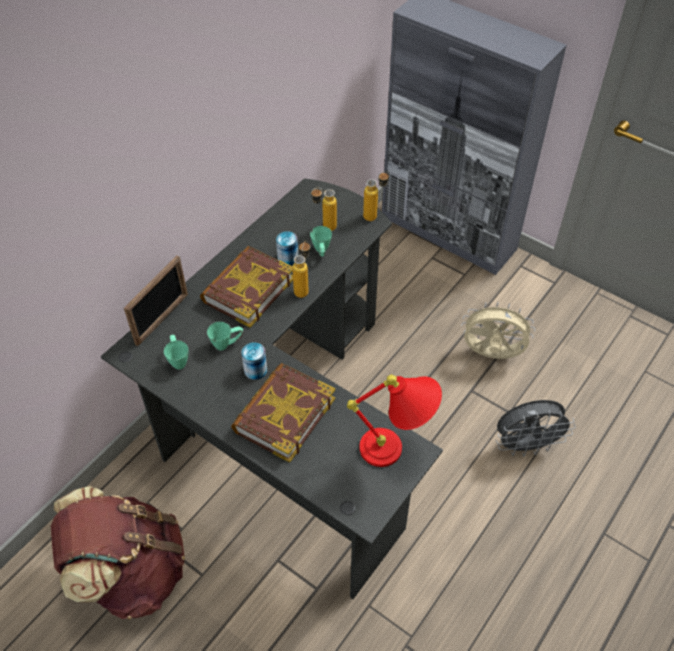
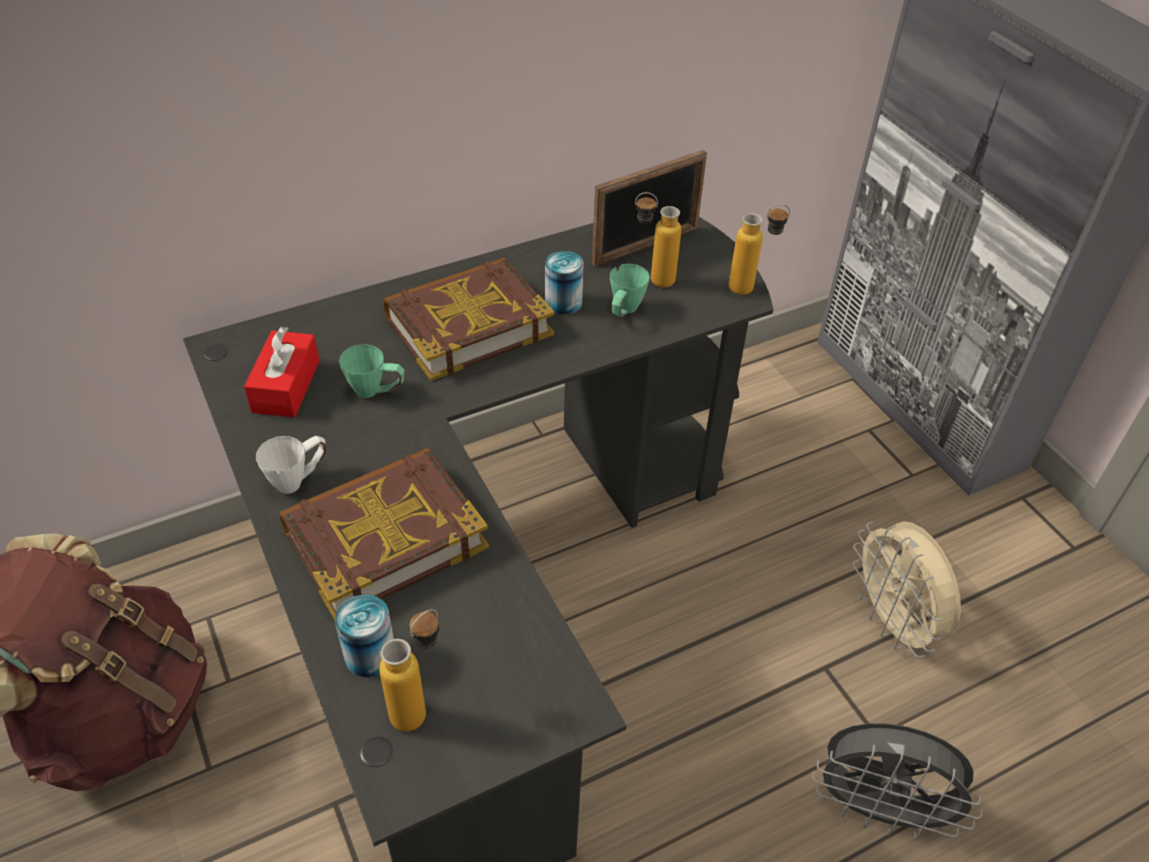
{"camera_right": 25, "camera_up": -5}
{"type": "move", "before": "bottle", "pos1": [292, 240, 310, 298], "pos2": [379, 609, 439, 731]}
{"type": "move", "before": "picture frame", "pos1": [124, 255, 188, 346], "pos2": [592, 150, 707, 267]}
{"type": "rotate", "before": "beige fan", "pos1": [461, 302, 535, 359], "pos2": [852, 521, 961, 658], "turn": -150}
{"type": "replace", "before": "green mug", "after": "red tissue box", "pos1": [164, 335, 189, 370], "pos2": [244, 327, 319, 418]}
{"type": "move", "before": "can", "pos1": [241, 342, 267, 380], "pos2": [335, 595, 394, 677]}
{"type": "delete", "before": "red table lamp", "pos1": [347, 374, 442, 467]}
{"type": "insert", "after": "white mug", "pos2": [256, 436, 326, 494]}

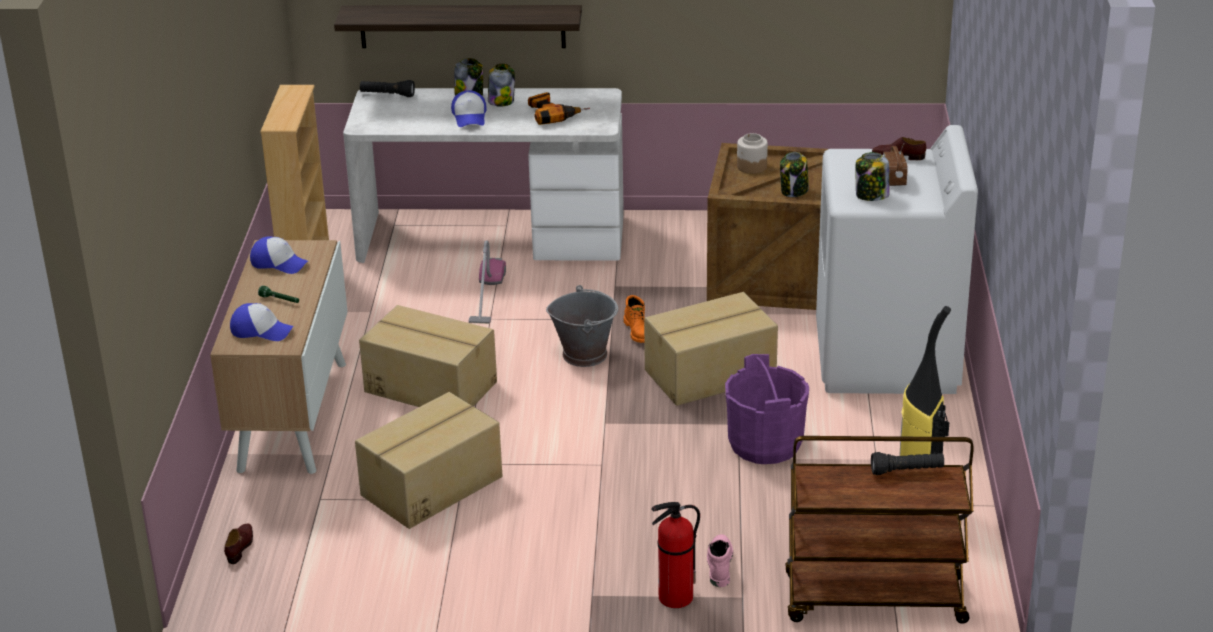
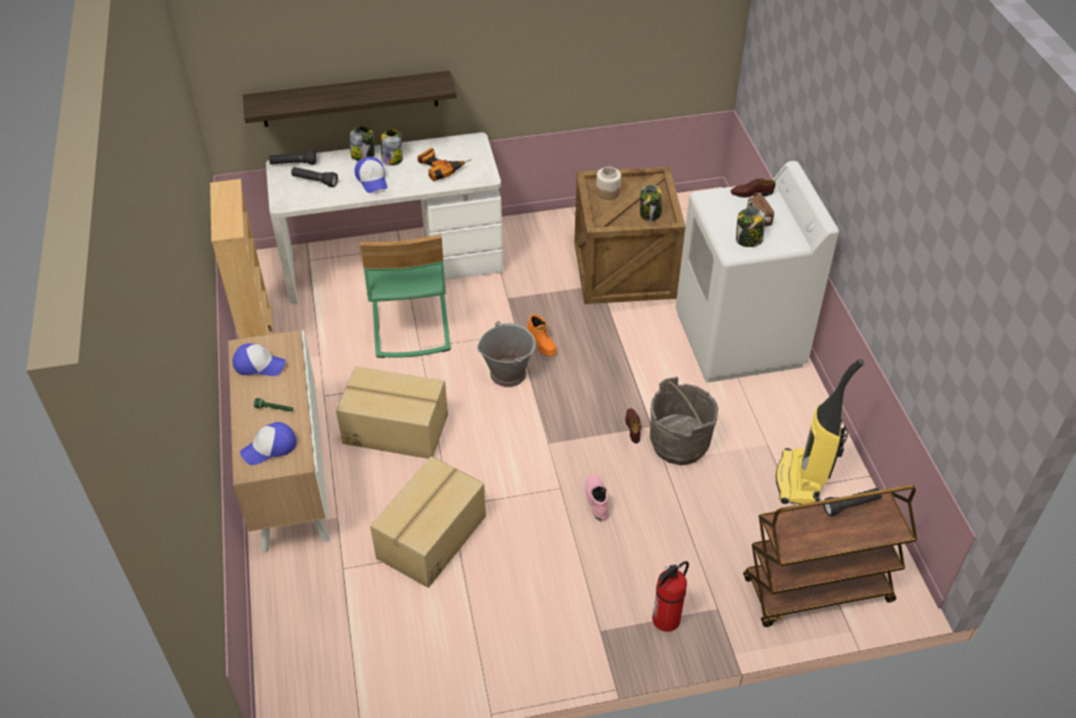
{"camera_right": -15, "camera_up": 15}
{"type": "replace", "before": "vacuum cleaner", "after": "green chair", "pos1": [469, 240, 506, 324], "pos2": [360, 235, 451, 358]}
{"type": "delete", "before": "cardboard box", "pos1": [644, 292, 778, 406]}
{"type": "rotate", "before": "cap", "pos1": [230, 303, 293, 341], "pos2": [240, 422, 297, 465], "turn": 150}
{"type": "recolor", "before": "purple bucket", "after": "grey bucket", "pos1": [725, 354, 809, 464], "pos2": [650, 377, 718, 465]}
{"type": "move", "before": "brown shoe", "pos1": [224, 524, 253, 564], "pos2": [625, 408, 642, 443]}
{"type": "move", "before": "pink boot", "pos1": [707, 534, 733, 587], "pos2": [585, 474, 609, 521]}
{"type": "insert", "after": "black flashlight", "pos2": [291, 167, 338, 187]}

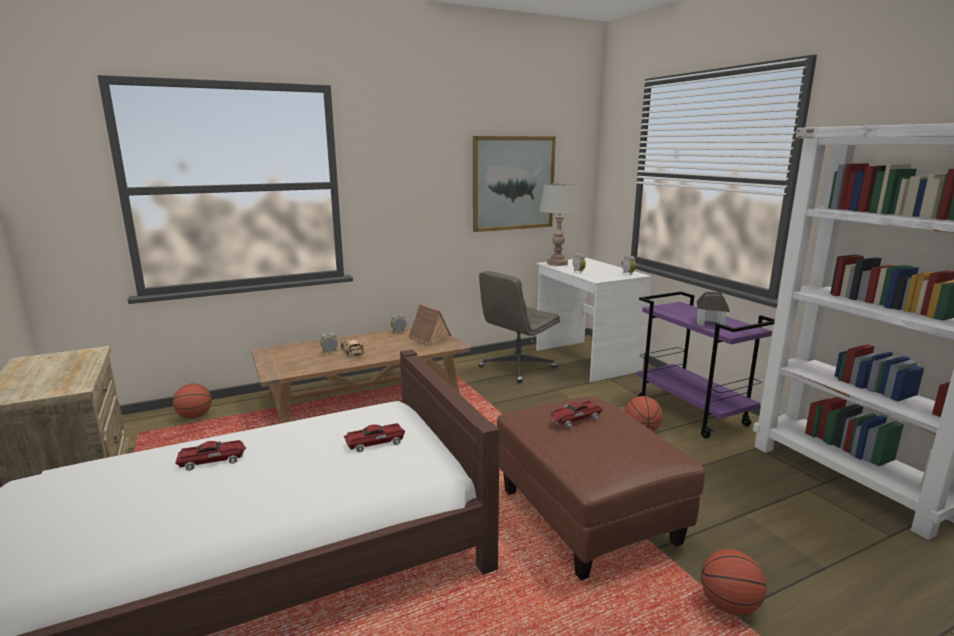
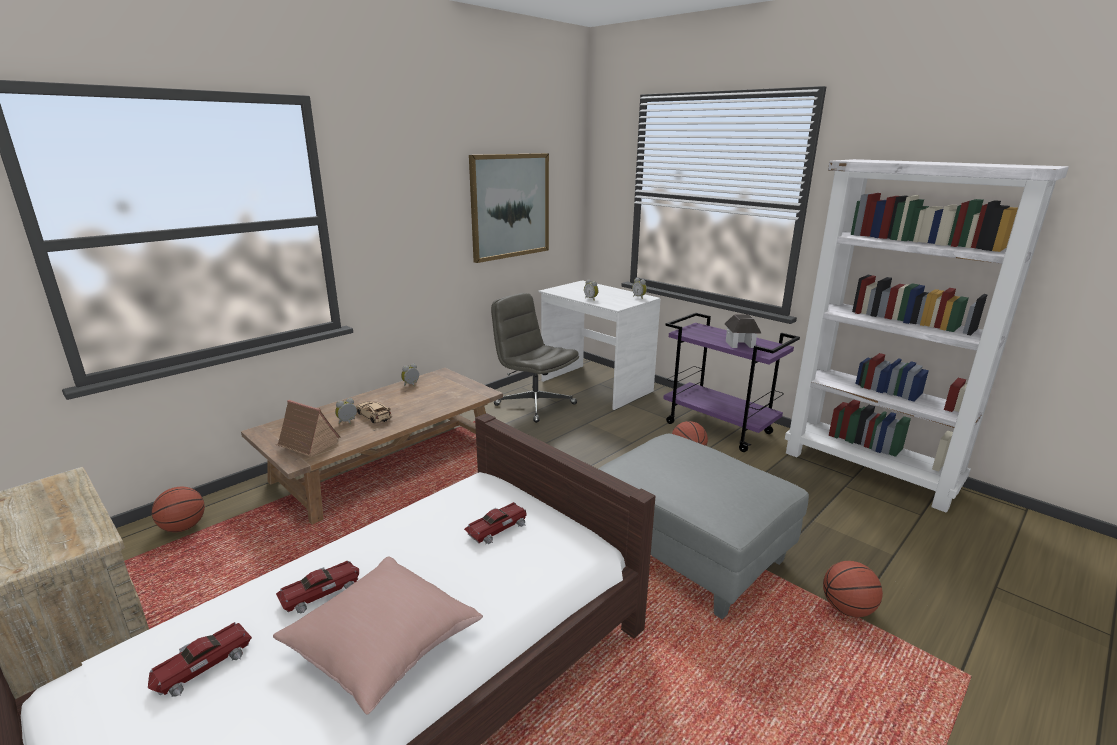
{"camera_right": -20, "camera_up": 5}
{"type": "delete", "before": "grey table lamp", "pos1": [539, 183, 580, 266]}
{"type": "rotate", "before": "grey office chair", "pos1": [479, 271, 560, 383], "pos2": [491, 293, 579, 423], "turn": 105}
{"type": "move", "before": "toy house", "pos1": [408, 304, 451, 345], "pos2": [276, 400, 340, 457]}
{"type": "recolor", "before": "brown ottoman", "after": "grey ottoman", "pos1": [497, 396, 705, 580], "pos2": [599, 434, 809, 620]}
{"type": "move", "before": "toy car", "pos1": [551, 400, 603, 428], "pos2": [148, 622, 252, 697]}
{"type": "insert", "after": "pink pillow", "pos2": [273, 556, 483, 715]}

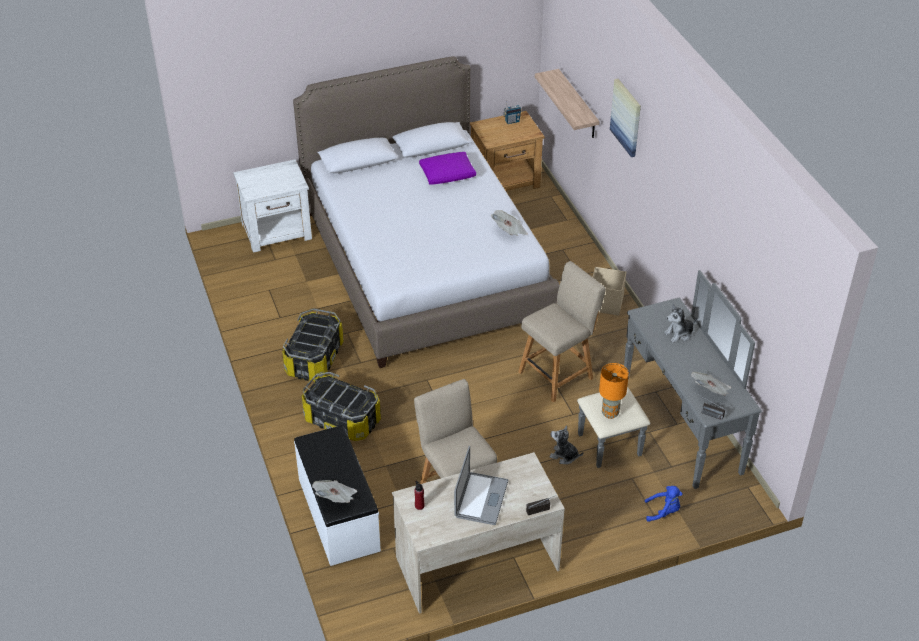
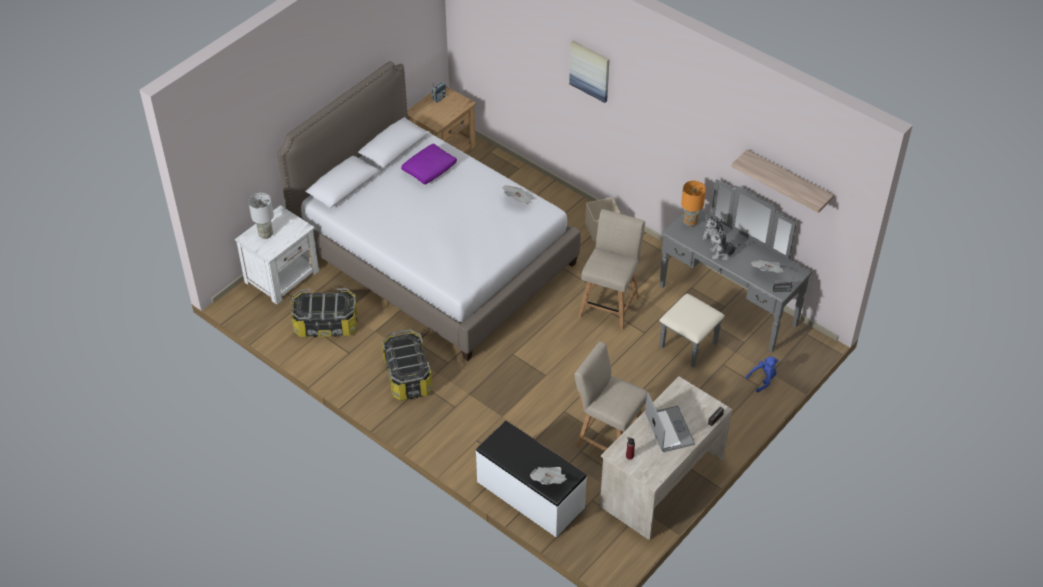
{"camera_right": -30, "camera_up": 5}
{"type": "move", "before": "shelf", "pos1": [535, 69, 600, 138], "pos2": [731, 149, 834, 213]}
{"type": "move", "before": "orange table lamp", "pos1": [599, 363, 629, 419], "pos2": [681, 180, 706, 227]}
{"type": "move", "before": "storage box", "pos1": [302, 372, 381, 441], "pos2": [291, 288, 357, 337]}
{"type": "move", "before": "plush toy", "pos1": [549, 425, 583, 464], "pos2": [710, 228, 740, 261]}
{"type": "insert", "after": "grey table lamp", "pos2": [248, 193, 274, 239]}

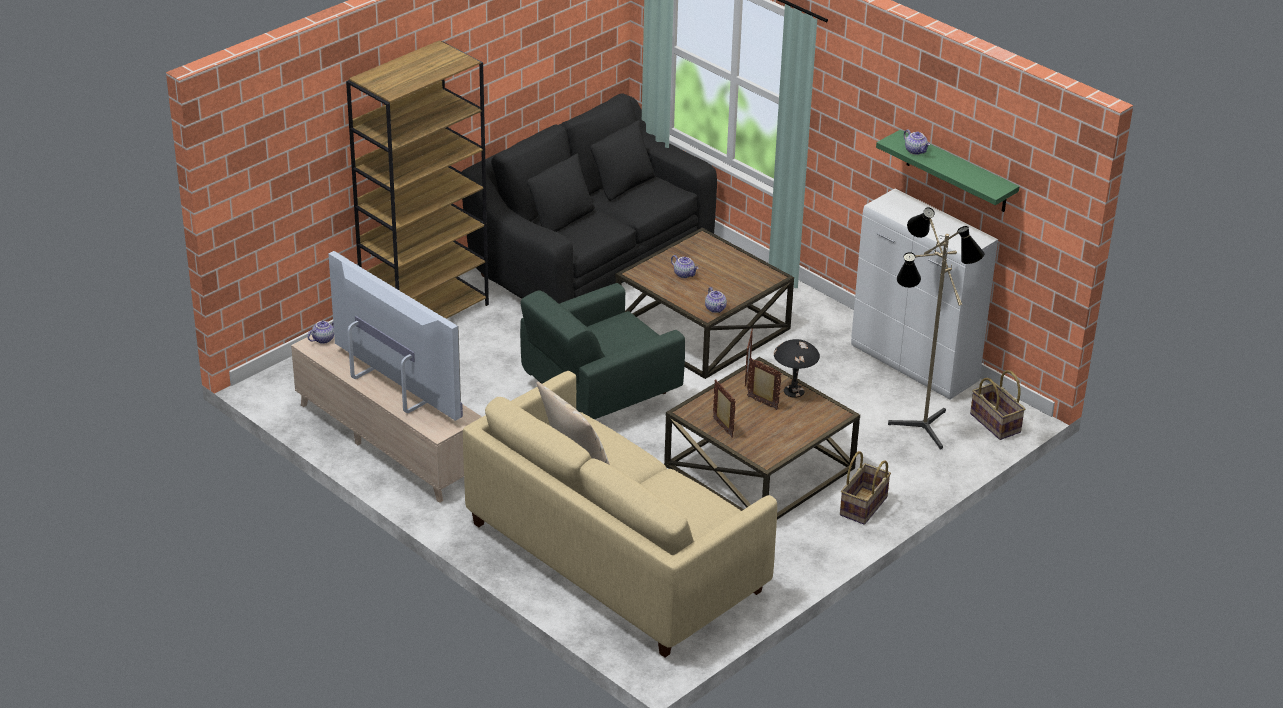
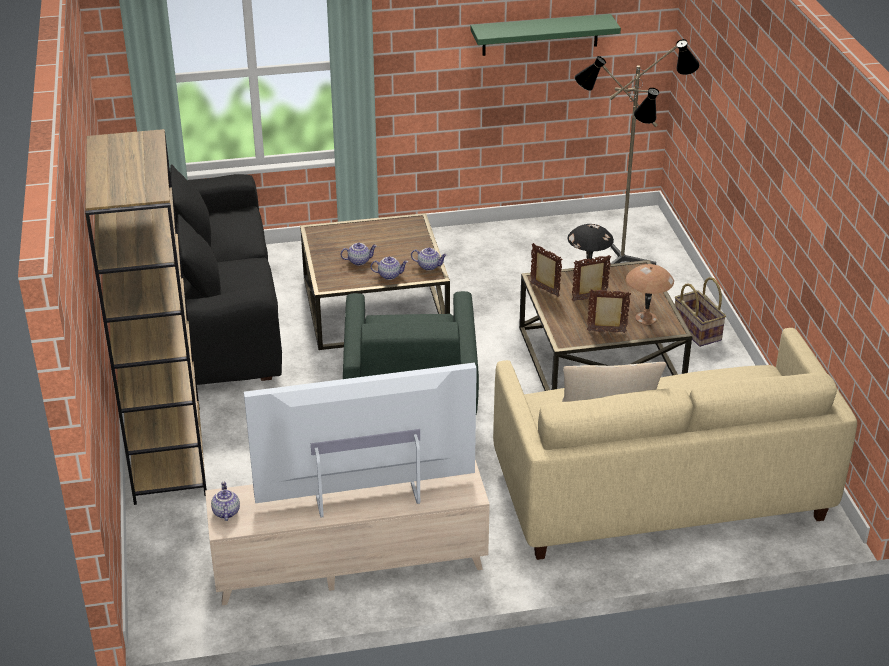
{"camera_right": -55, "camera_up": 0}
{"type": "move", "before": "teapot", "pos1": [904, 129, 930, 155], "pos2": [371, 257, 408, 280]}
{"type": "delete", "before": "white cabinet", "pos1": [851, 188, 998, 399]}
{"type": "delete", "before": "basket", "pos1": [970, 370, 1025, 440]}
{"type": "insert", "after": "brown table lamp", "pos2": [626, 264, 674, 325]}

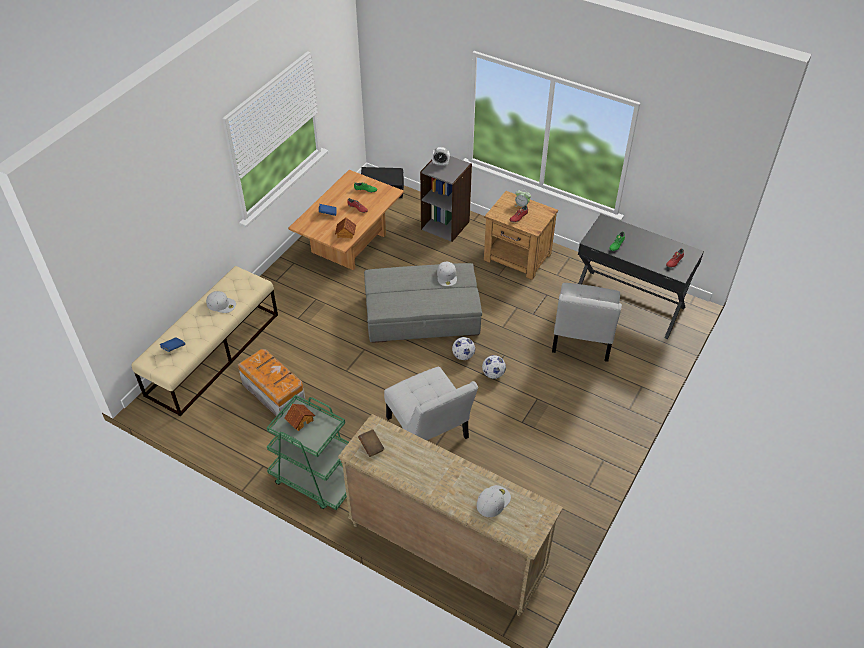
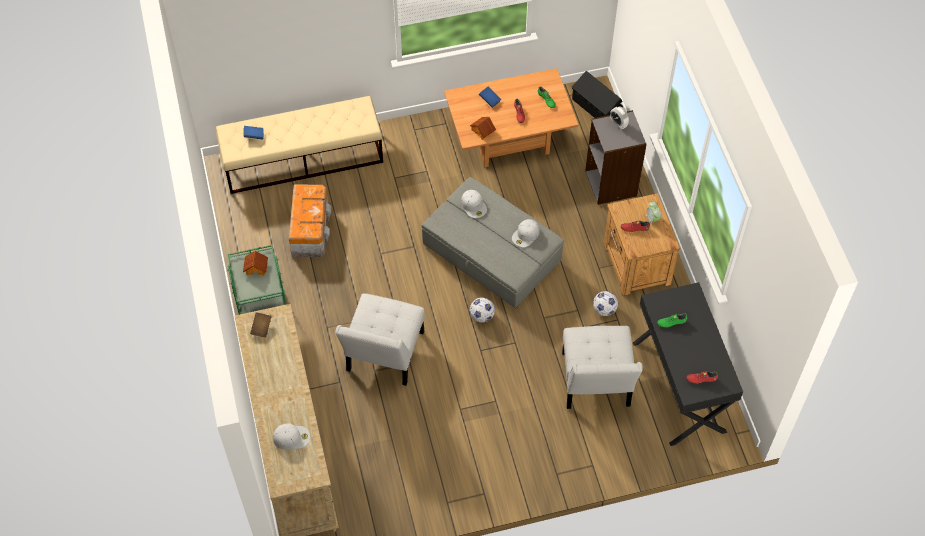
{"camera_right": 45, "camera_up": 10}
{"type": "rotate", "before": "white chair", "pos1": [552, 283, 622, 362], "pos2": [562, 326, 643, 409], "turn": -60}
{"type": "move", "before": "white cap", "pos1": [206, 291, 236, 313], "pos2": [461, 190, 487, 218]}
{"type": "move", "before": "football", "pos1": [482, 355, 506, 379], "pos2": [593, 291, 618, 316]}

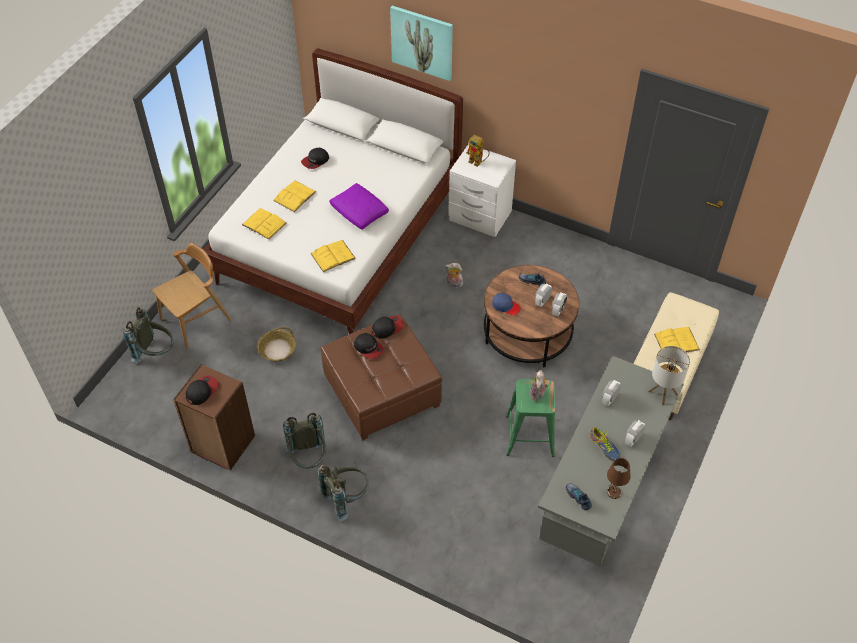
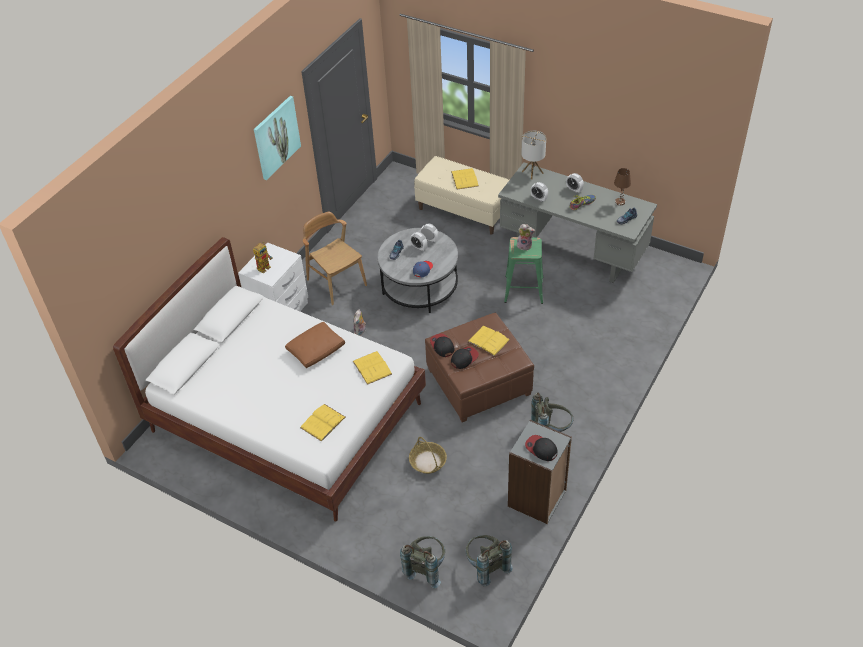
{"camera_right": -85, "camera_up": -5}
{"type": "move", "before": "picture", "pos1": [390, 6, 453, 81], "pos2": [254, 96, 301, 180]}
{"type": "delete", "before": "cap", "pos1": [301, 148, 329, 169]}
{"type": "move", "before": "yellow book", "pos1": [273, 181, 316, 212], "pos2": [467, 326, 510, 356]}
{"type": "recolor", "before": "purple pillow", "after": "brown pillow", "pos1": [330, 183, 389, 230], "pos2": [285, 322, 345, 368]}
{"type": "move", "before": "brown chair", "pos1": [152, 243, 232, 349], "pos2": [303, 212, 367, 305]}
{"type": "recolor", "before": "brown coffee table", "after": "grey coffee table", "pos1": [484, 265, 579, 367], "pos2": [377, 228, 458, 313]}
{"type": "recolor", "before": "brown bookcase", "after": "grey bookcase", "pos1": [173, 364, 255, 471], "pos2": [508, 420, 572, 524]}
{"type": "move", "before": "grey backpack", "pos1": [318, 465, 369, 521], "pos2": [465, 535, 513, 587]}

